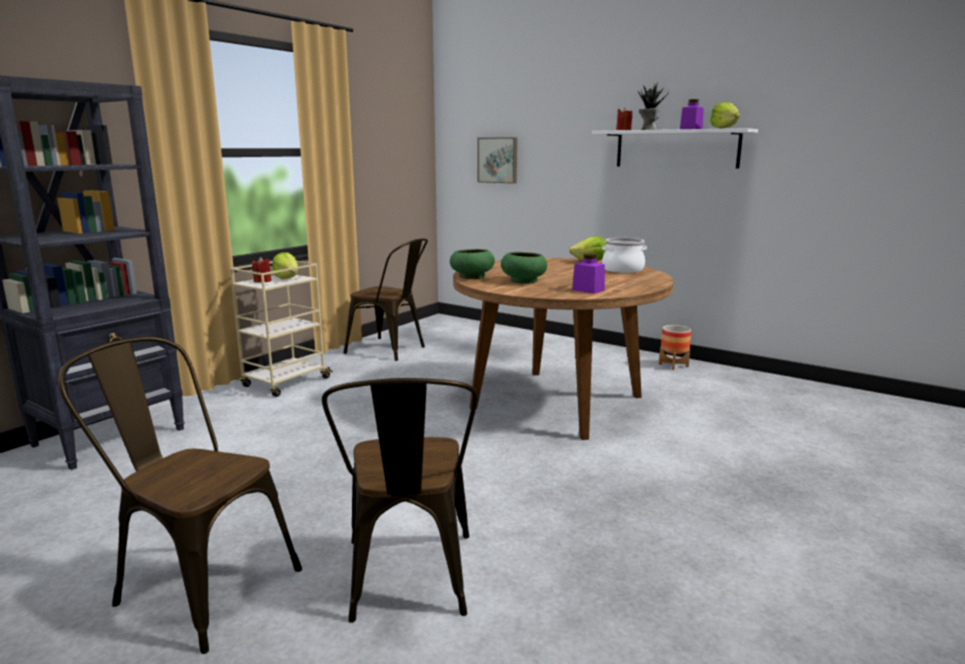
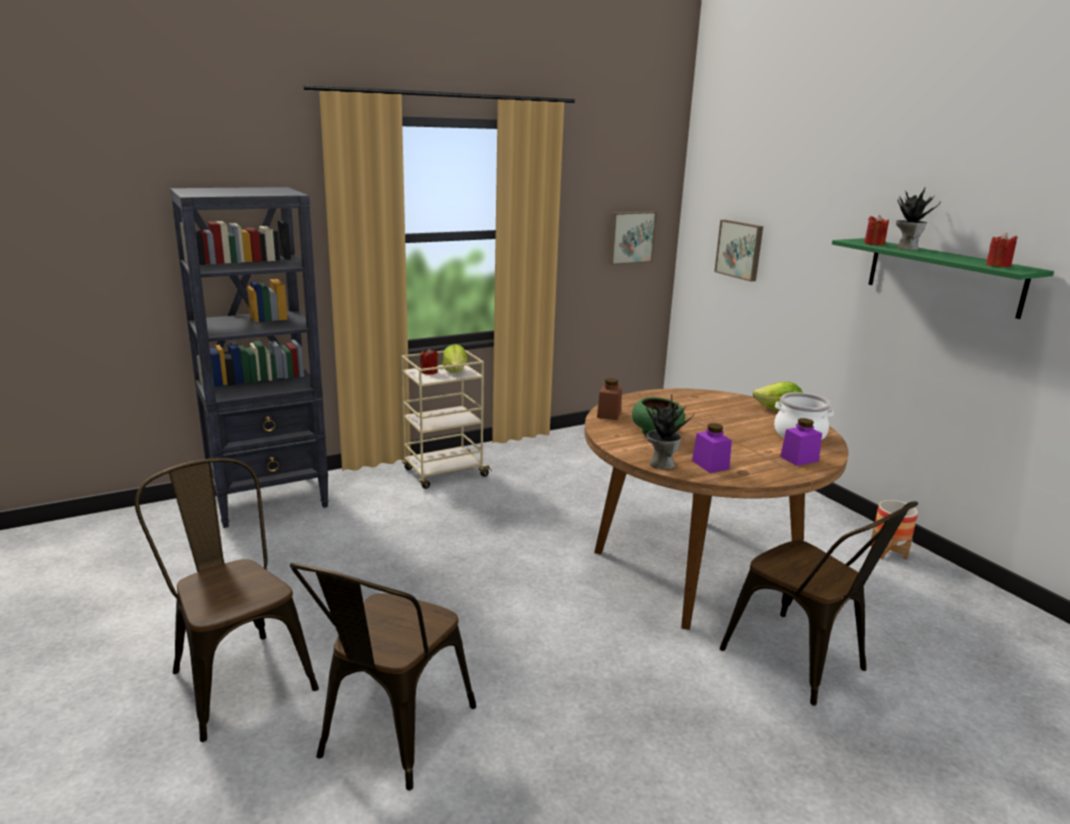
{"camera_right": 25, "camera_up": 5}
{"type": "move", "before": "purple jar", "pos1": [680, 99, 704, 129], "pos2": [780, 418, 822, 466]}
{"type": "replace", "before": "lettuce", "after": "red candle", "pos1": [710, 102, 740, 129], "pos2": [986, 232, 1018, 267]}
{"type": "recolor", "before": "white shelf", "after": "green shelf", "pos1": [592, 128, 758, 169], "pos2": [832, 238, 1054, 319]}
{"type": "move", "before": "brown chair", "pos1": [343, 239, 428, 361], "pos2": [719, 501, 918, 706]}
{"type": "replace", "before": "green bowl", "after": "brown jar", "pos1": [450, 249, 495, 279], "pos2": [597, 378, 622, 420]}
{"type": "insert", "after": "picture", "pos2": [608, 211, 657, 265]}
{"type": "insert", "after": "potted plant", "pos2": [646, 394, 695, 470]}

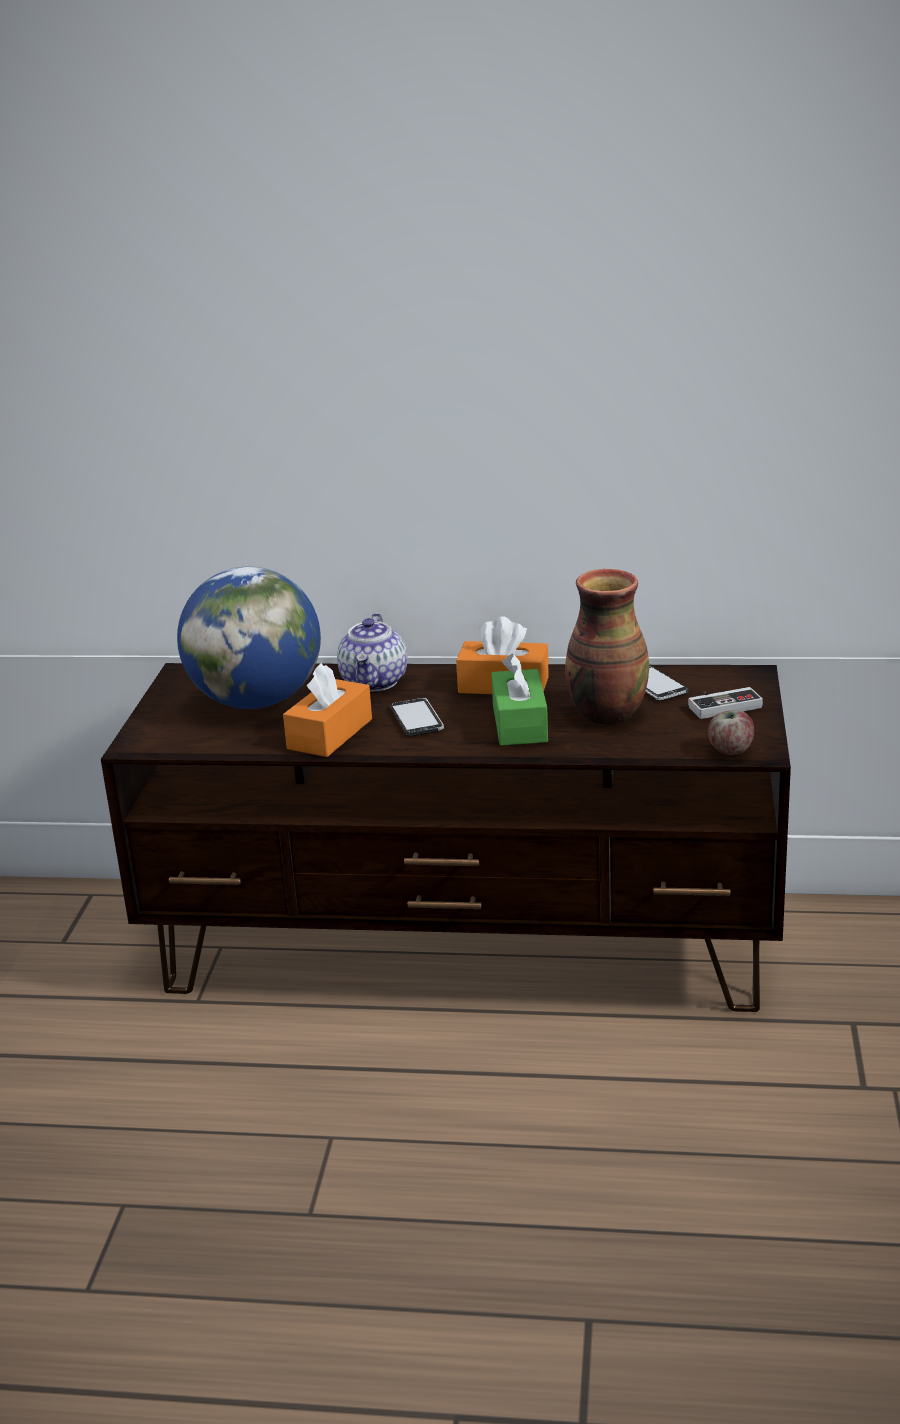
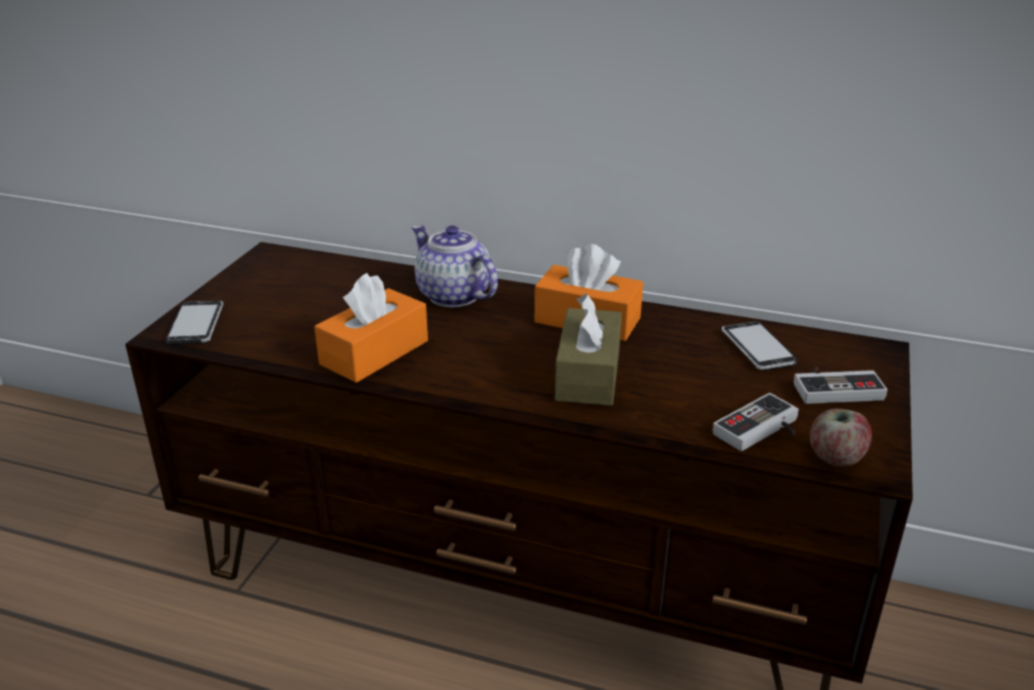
{"camera_right": 10, "camera_up": 5}
{"type": "delete", "before": "globe", "pos1": [177, 567, 321, 709]}
{"type": "delete", "before": "vase", "pos1": [565, 569, 649, 725]}
{"type": "rotate", "before": "teapot", "pos1": [337, 613, 407, 691], "pos2": [412, 225, 498, 307], "turn": 120}
{"type": "recolor", "before": "green tissue box", "after": "brown tissue box", "pos1": [491, 653, 548, 746], "pos2": [555, 293, 622, 406]}
{"type": "move", "before": "phone", "pos1": [390, 698, 444, 737], "pos2": [166, 301, 224, 345]}
{"type": "insert", "after": "game controller", "pos2": [713, 393, 799, 451]}

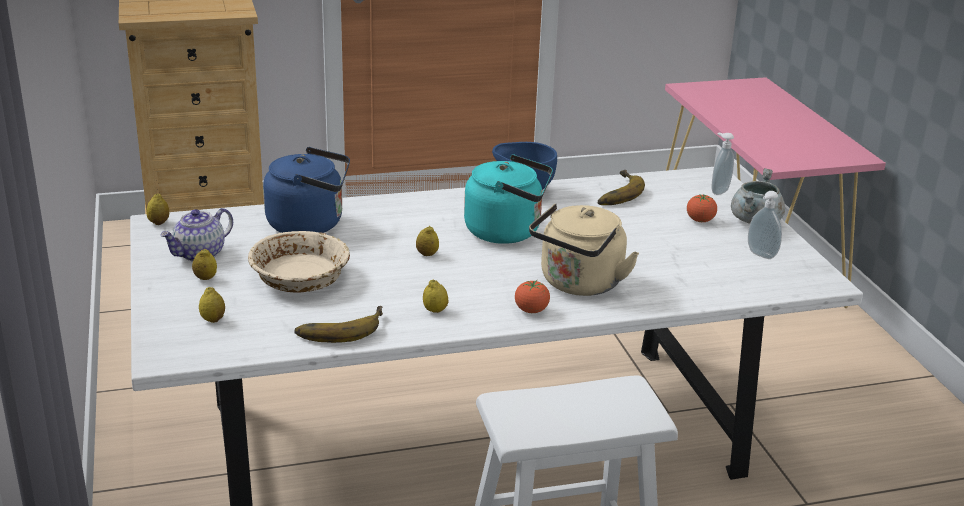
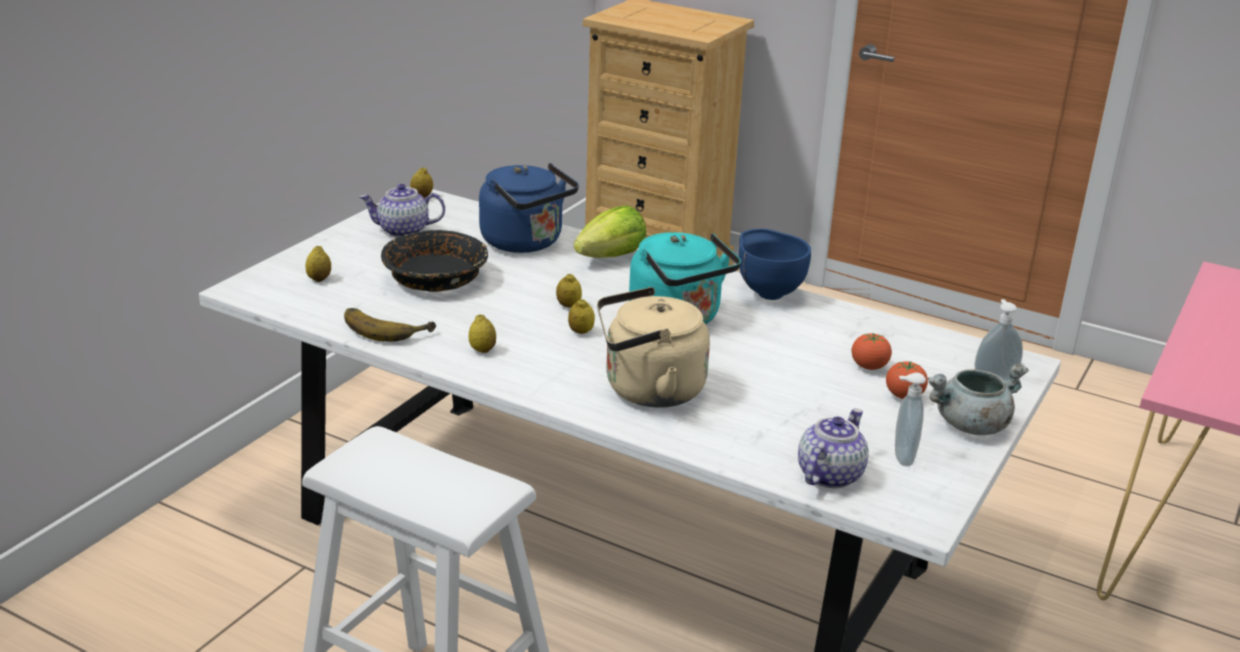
{"camera_right": 45, "camera_up": 0}
{"type": "delete", "before": "banana", "pos1": [598, 170, 645, 205]}
{"type": "recolor", "before": "beige bowl", "after": "black bowl", "pos1": [248, 231, 350, 292], "pos2": [381, 230, 488, 292]}
{"type": "move", "before": "lemon", "pos1": [192, 249, 217, 280], "pos2": [568, 299, 595, 334]}
{"type": "move", "before": "tomato", "pos1": [515, 280, 550, 313], "pos2": [852, 333, 892, 370]}
{"type": "insert", "after": "lettuce", "pos2": [574, 205, 646, 258]}
{"type": "insert", "after": "teapot", "pos2": [798, 408, 869, 488]}

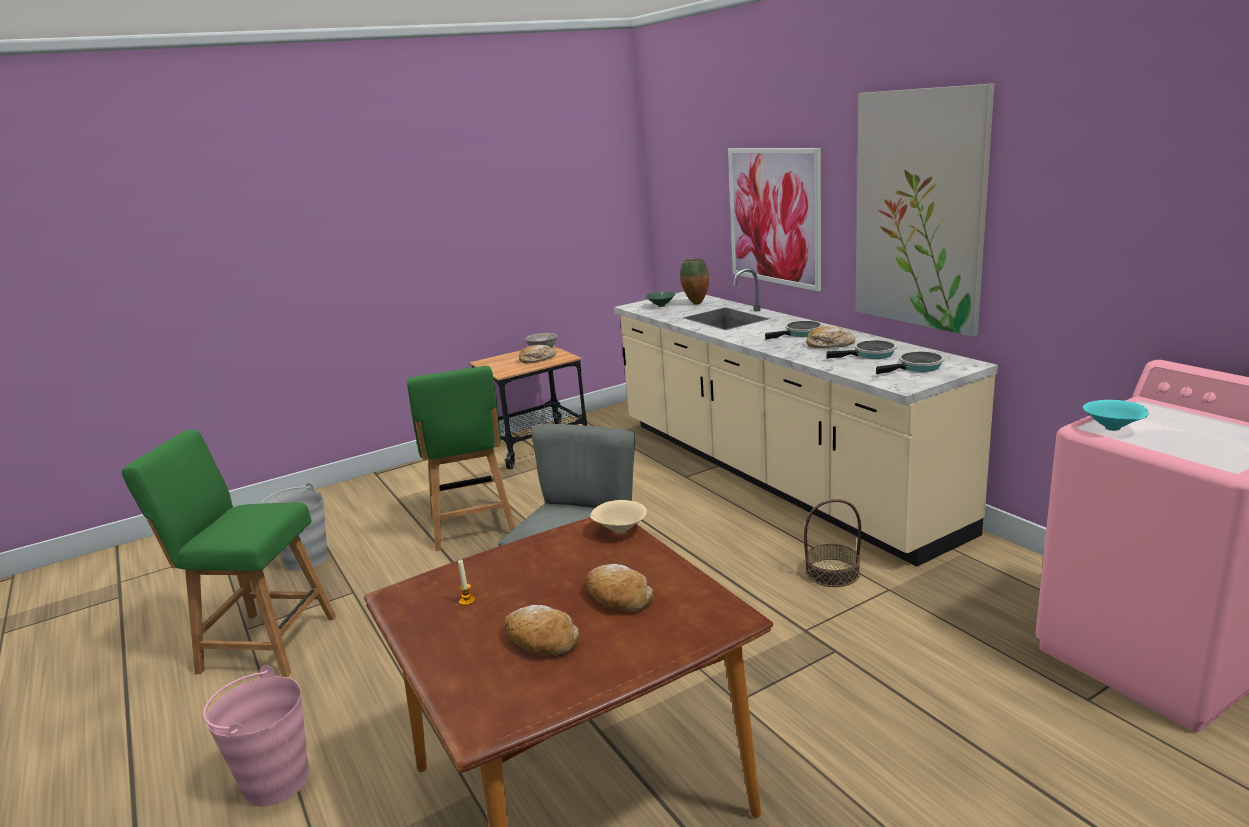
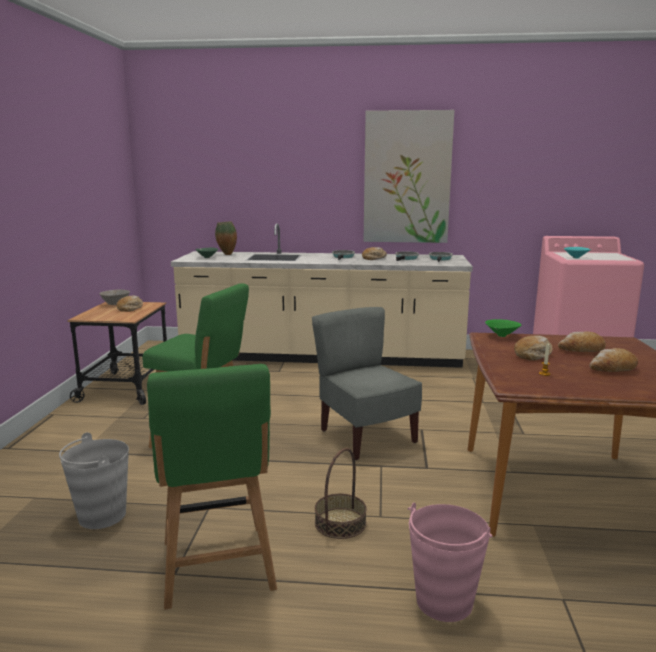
{"camera_right": -55, "camera_up": -5}
{"type": "delete", "before": "picture", "pos1": [728, 148, 821, 291]}
{"type": "rotate", "before": "green chair", "pos1": [122, 430, 336, 677], "pos2": [147, 364, 277, 610], "turn": -60}
{"type": "move", "before": "basket", "pos1": [804, 499, 861, 587], "pos2": [315, 448, 367, 539]}
{"type": "recolor", "before": "beige bowl", "after": "green bowl", "pos1": [590, 500, 647, 534], "pos2": [485, 319, 521, 337]}
{"type": "insert", "after": "bread", "pos2": [514, 335, 553, 361]}

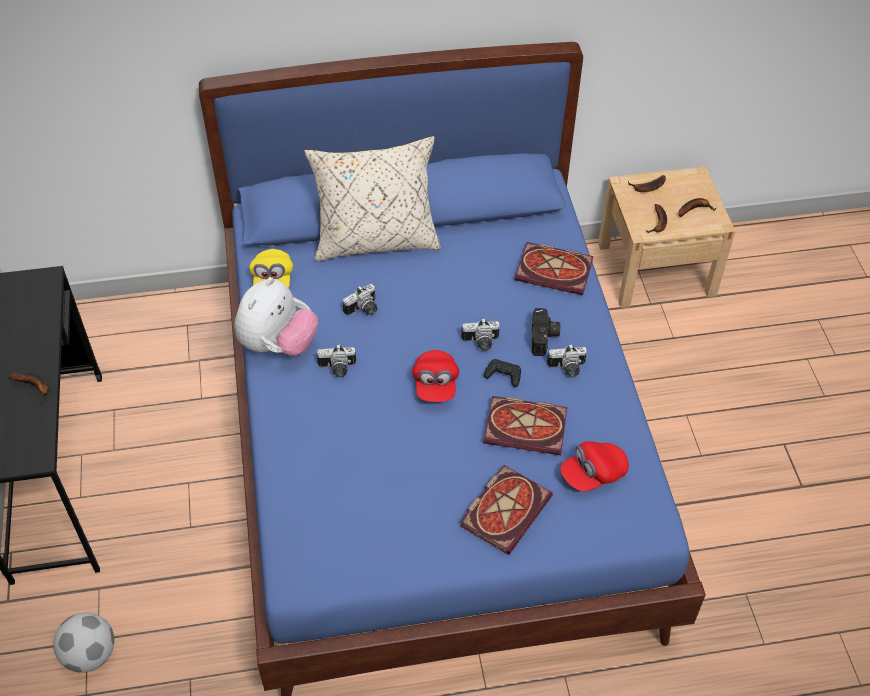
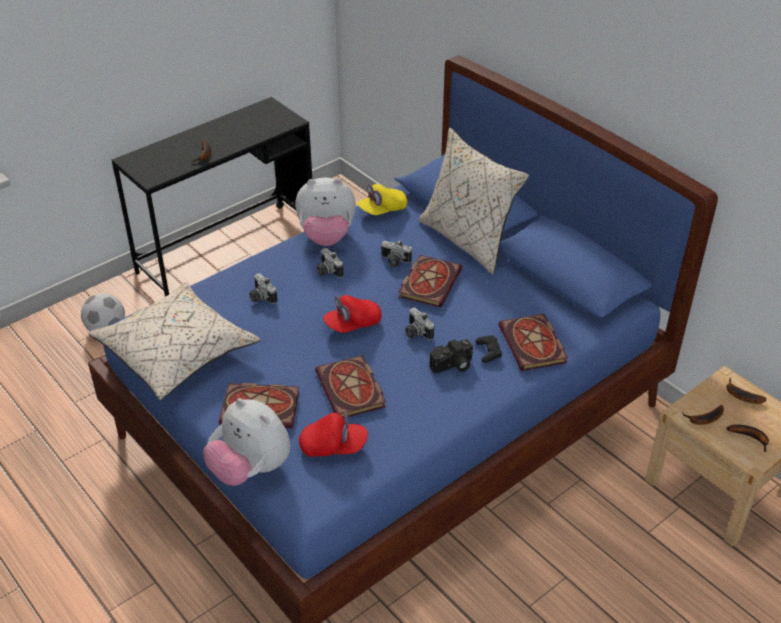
{"camera_right": 60, "camera_up": -10}
{"type": "move", "before": "photo camera", "pos1": [547, 345, 587, 377], "pos2": [249, 273, 277, 304]}
{"type": "move", "before": "black game controller", "pos1": [484, 359, 521, 387], "pos2": [475, 335, 502, 363]}
{"type": "rotate", "before": "red cap", "pos1": [560, 441, 629, 492], "pos2": [299, 412, 368, 457], "turn": 150}
{"type": "insert", "after": "book", "pos2": [398, 255, 462, 307]}
{"type": "insert", "after": "beige pillow", "pos2": [88, 282, 261, 400]}
{"type": "insert", "after": "plush toy", "pos2": [203, 398, 290, 486]}

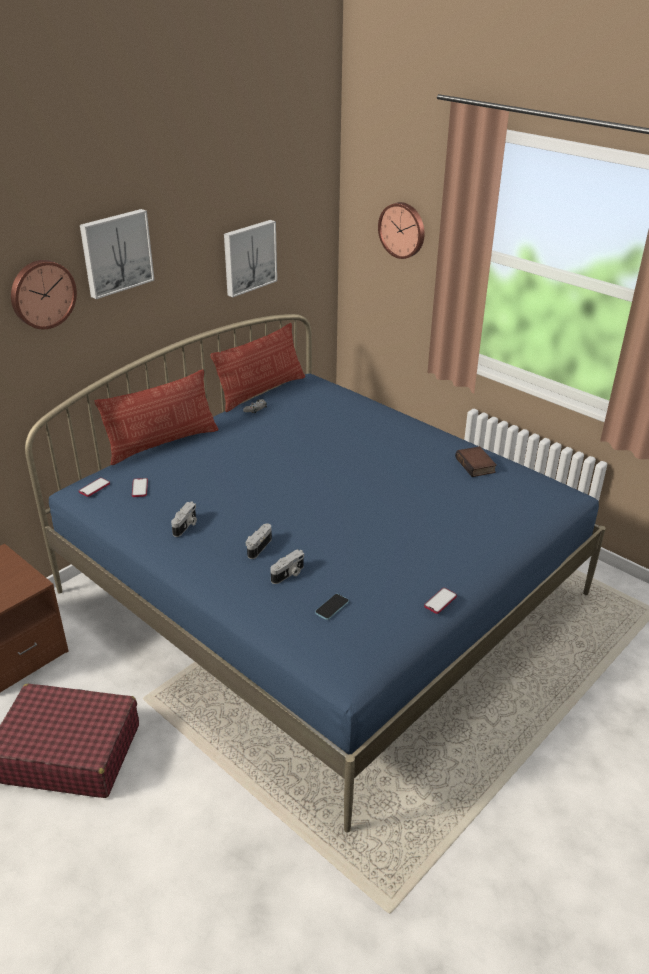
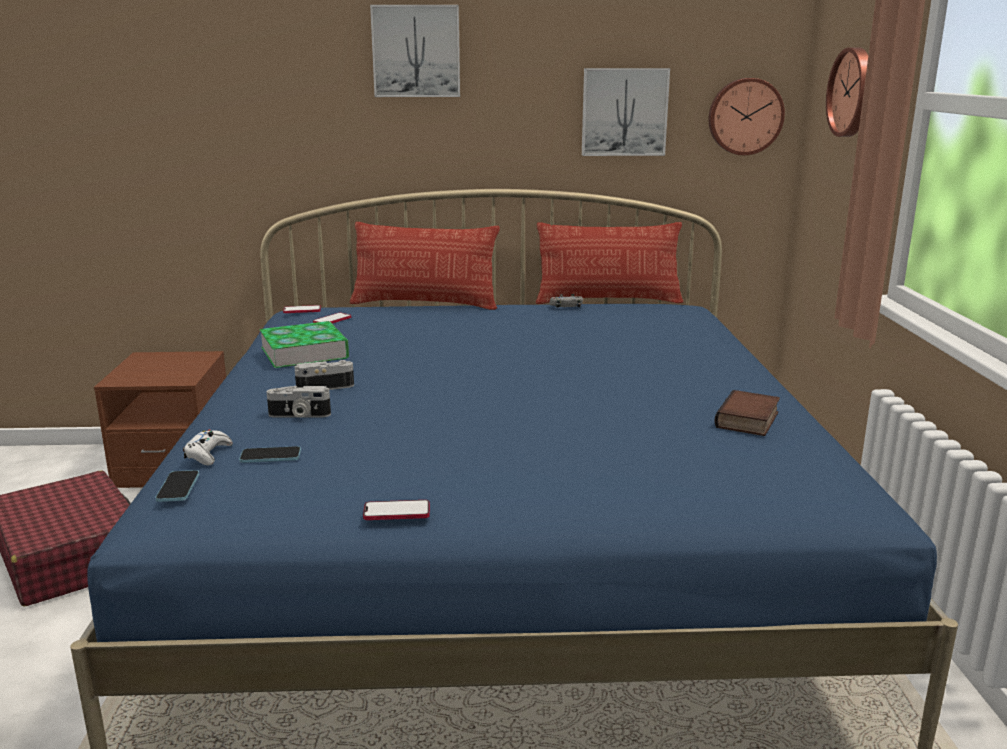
{"camera_right": 45, "camera_up": -15}
{"type": "move", "before": "wall clock", "pos1": [11, 260, 77, 329], "pos2": [709, 78, 785, 155]}
{"type": "replace", "before": "photo camera", "after": "book", "pos1": [171, 501, 197, 537], "pos2": [259, 321, 349, 368]}
{"type": "insert", "after": "white game controller", "pos2": [183, 430, 233, 465]}
{"type": "insert", "after": "phone", "pos2": [155, 470, 199, 502]}

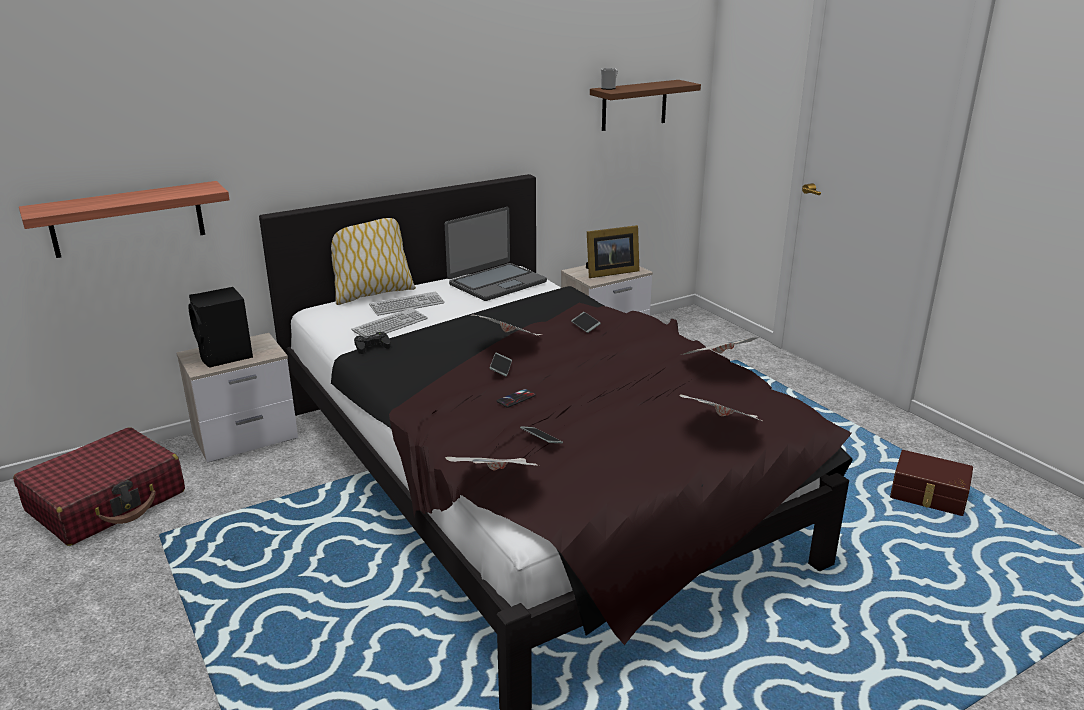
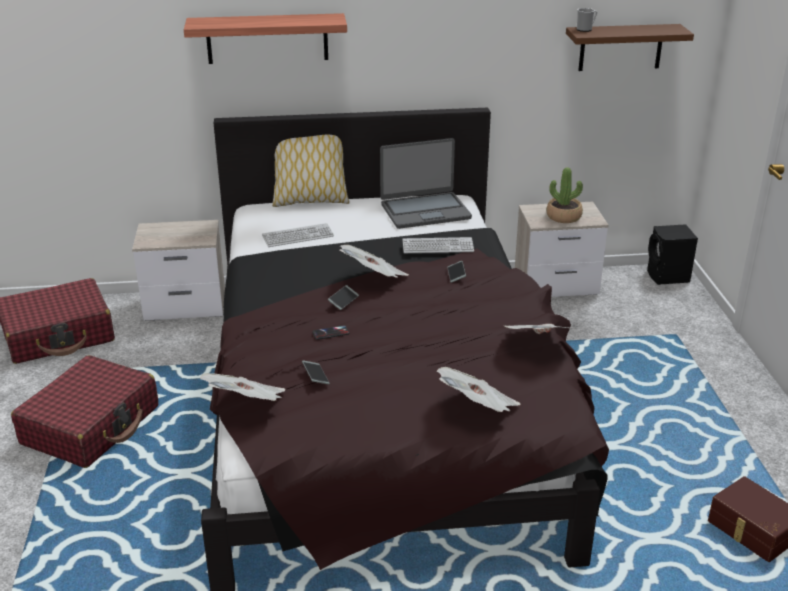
{"camera_right": 25, "camera_up": 5}
{"type": "move", "before": "shelf", "pos1": [19, 181, 230, 258], "pos2": [184, 13, 347, 64]}
{"type": "replace", "before": "picture frame", "after": "potted plant", "pos1": [586, 225, 640, 278], "pos2": [547, 167, 583, 223]}
{"type": "move", "before": "black speaker", "pos1": [189, 287, 253, 368], "pos2": [647, 224, 698, 285]}
{"type": "move", "before": "keyboard", "pos1": [369, 291, 445, 316], "pos2": [403, 237, 474, 253]}
{"type": "delete", "before": "black game controller", "pos1": [354, 332, 391, 354]}
{"type": "insert", "after": "red suitcase", "pos2": [11, 355, 158, 468]}

